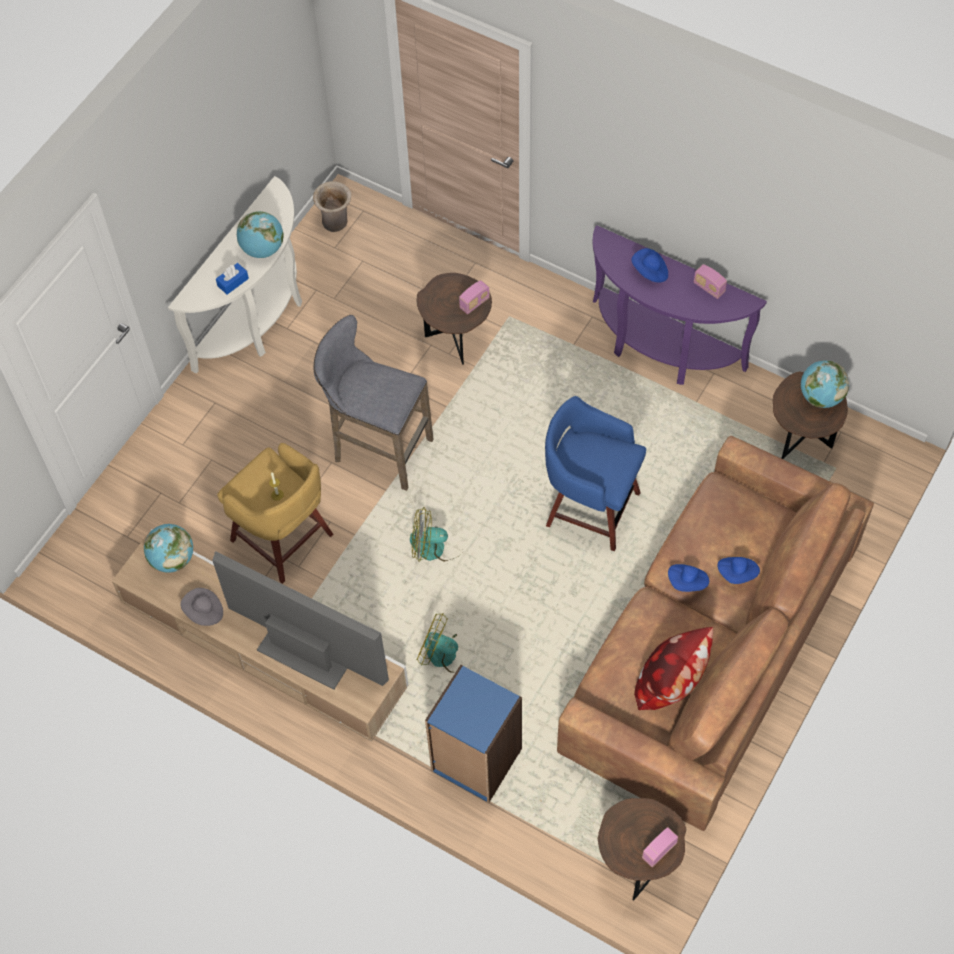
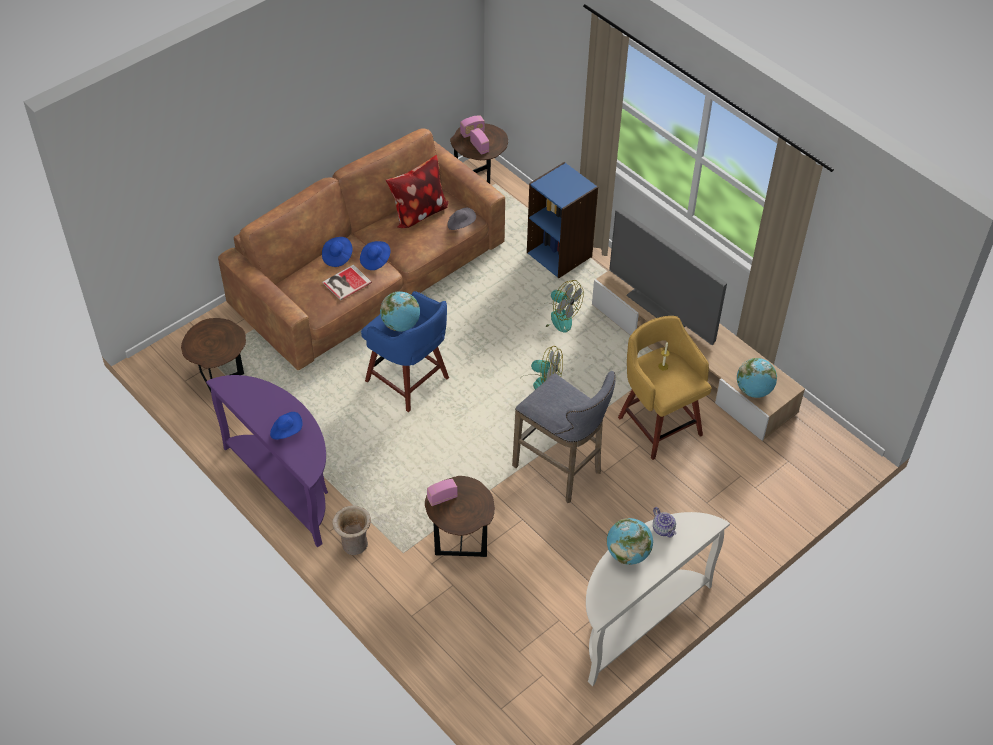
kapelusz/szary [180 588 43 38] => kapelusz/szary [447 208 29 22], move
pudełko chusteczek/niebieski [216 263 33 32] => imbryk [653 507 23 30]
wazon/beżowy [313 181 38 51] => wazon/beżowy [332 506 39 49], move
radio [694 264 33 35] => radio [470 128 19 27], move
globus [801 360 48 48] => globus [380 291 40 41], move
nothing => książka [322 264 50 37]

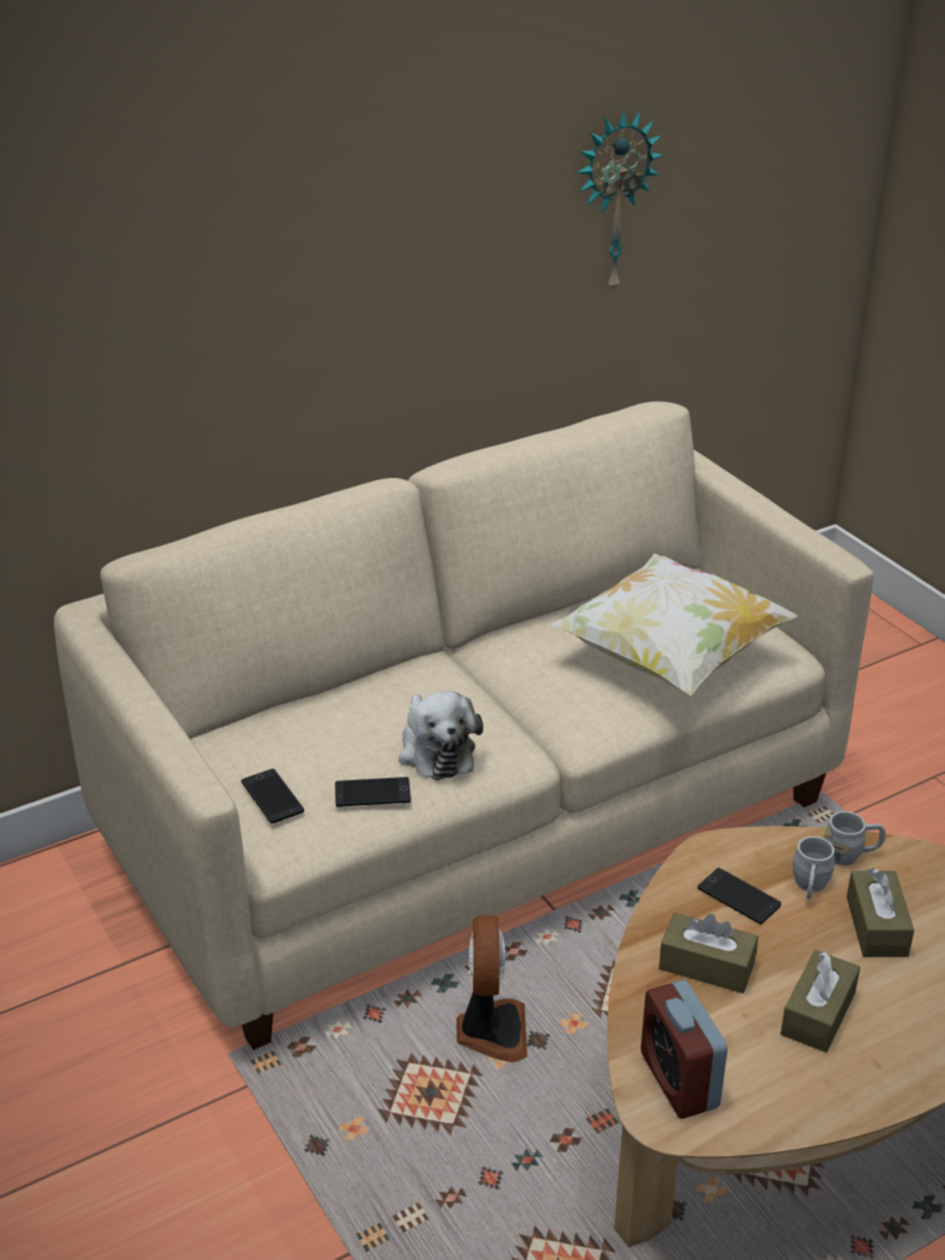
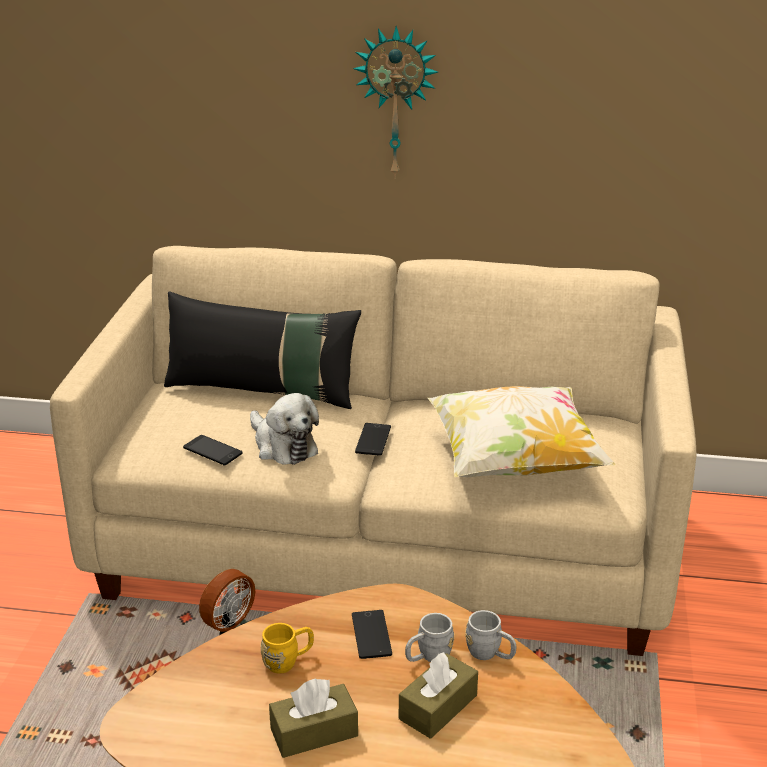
telefon [241 769 63 55] => telefon [355 423 36 33], move
pluszak [399 691 84 89] => pluszak [250 393 69 72], 60 degrees counterclockwise
zegar ścienny [576 109 87 185] => zegar ścienny [353 26 85 153], move
budzik [641 980 87 139] => nothing
pudełko chusteczek/brązowy [659 913 99 80] => kubek/żółty [261 623 53 51]
nothing => poduszka/czarny [164 292 197 117]

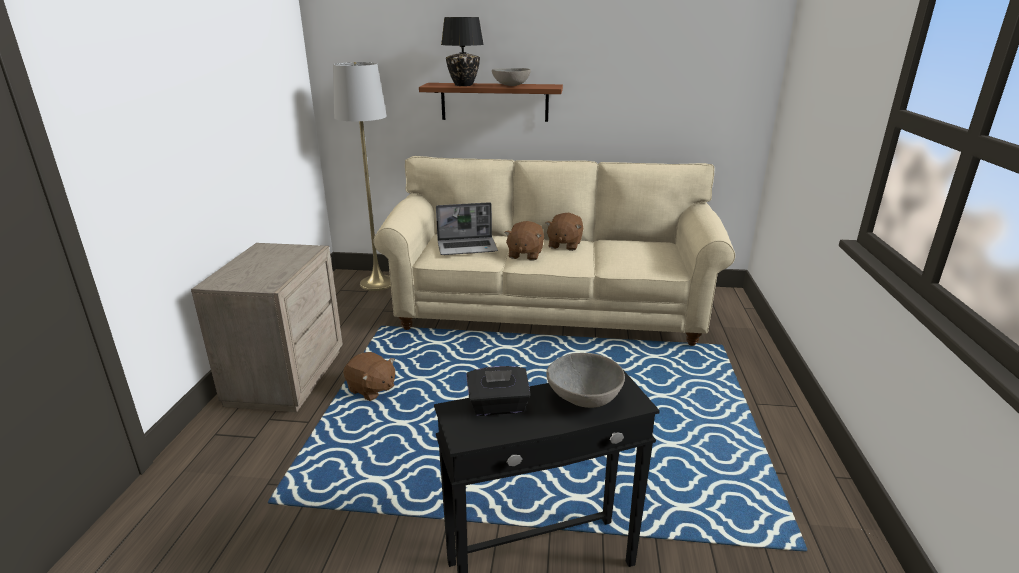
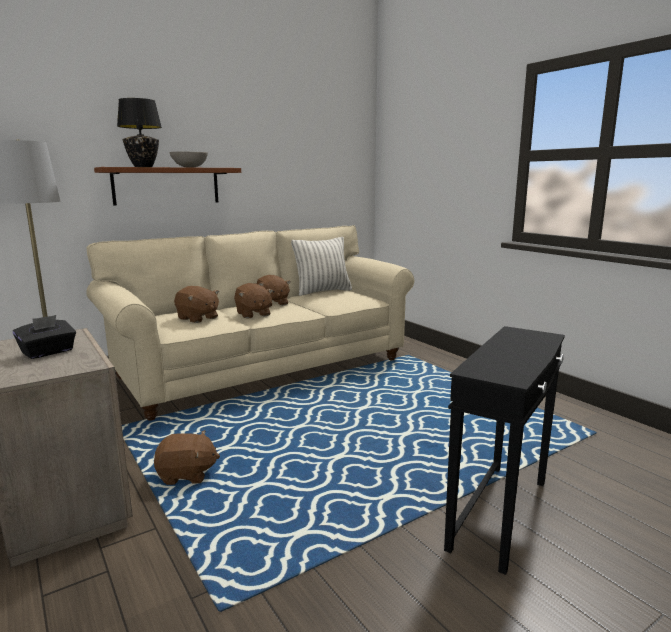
laptop [436 202 62 53] => pluszak/brązowy [174 286 45 37]
pudełko chusteczek/czarny [466 366 65 50] => pudełko chusteczek/czarny [13 315 63 44], move
miska/szary [546 353 79 55] => nothing
nothing => poduszka [291 237 61 59]

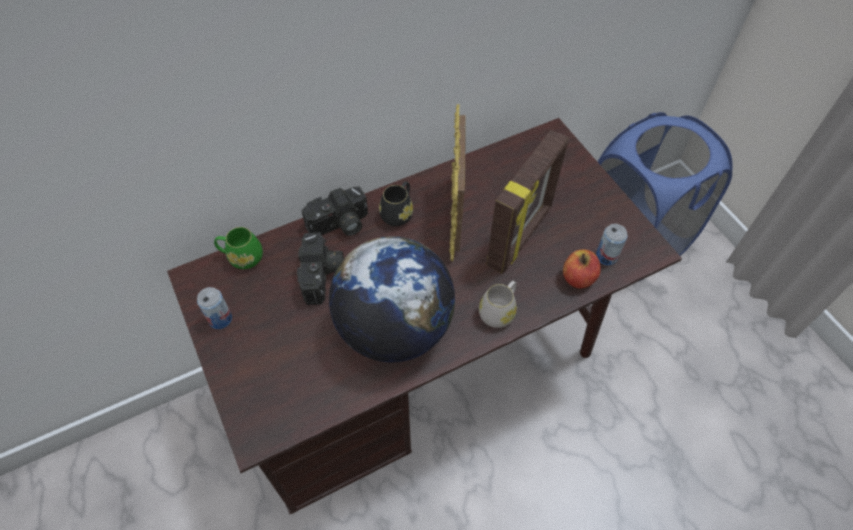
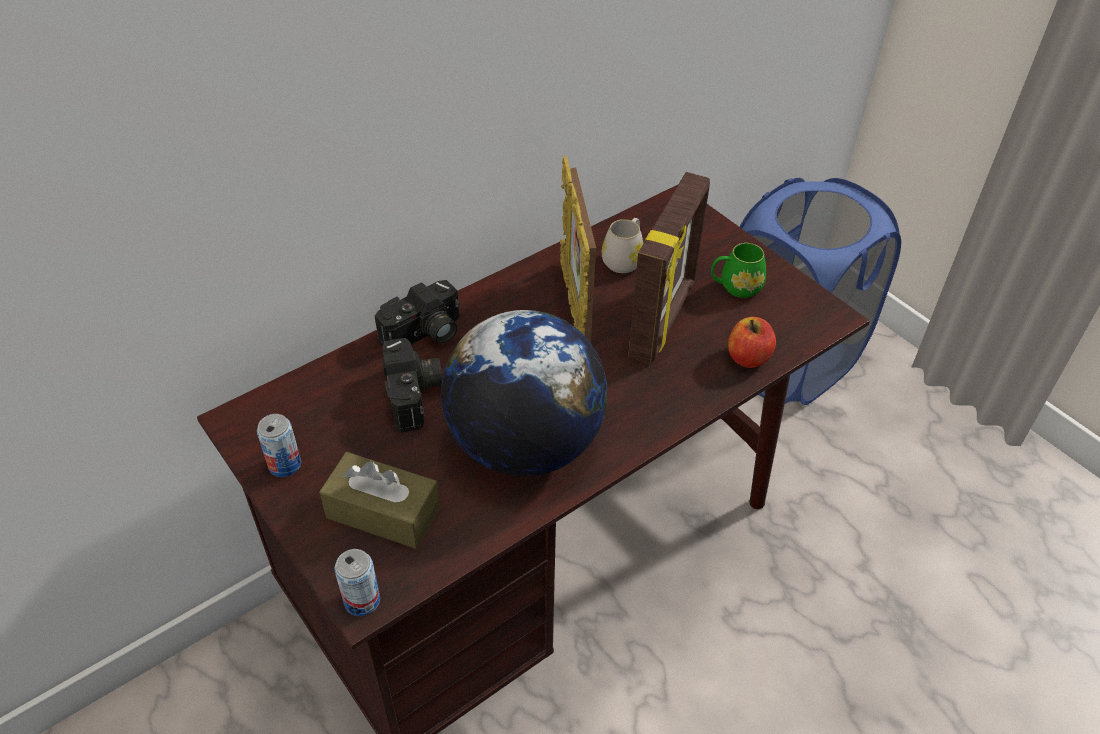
kubek/zielony [214 227 49 42] => kubek/zielony [711 243 55 55], move
kubek/czarny [379 181 34 45] => nothing
kubek/biały [479 281 38 47] => kubek/biały [602 218 42 55], move
puszka [596 224 32 41] => puszka [335 549 45 67], move
nothing => pudełko chusteczek/brązowy [319 452 121 97]

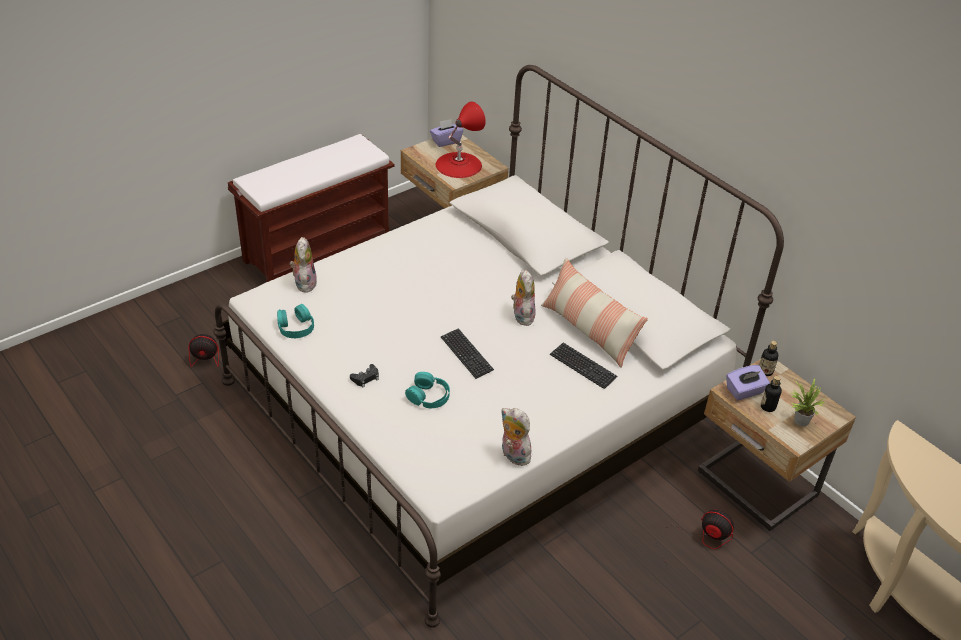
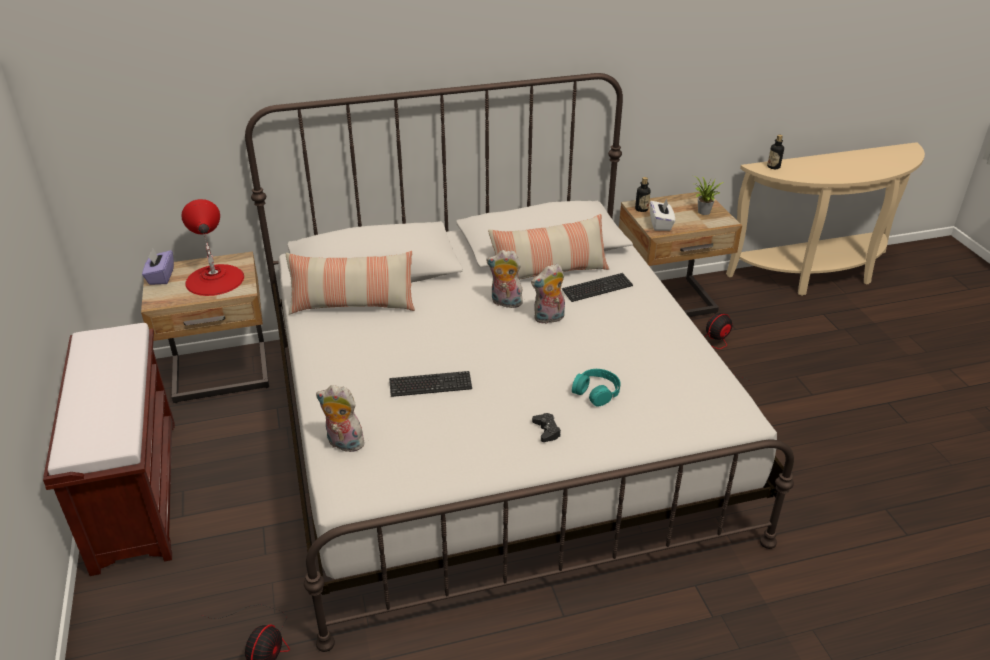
słuchawki/turkusowy [277 304 37 34] => nothing
klawiatura [441 328 53 51] => klawiatura [389 371 83 26], move
pluszak [501 408 34 58] => pluszak [531 263 34 61], move
pudełko chusteczek/fioletowy [726 365 44 35] => pudełko chusteczek/biały [650 198 25 33]
butelka [761 376 21 36] => butelka [767 135 17 34], move
nothing => poduszka [286 251 129 63]

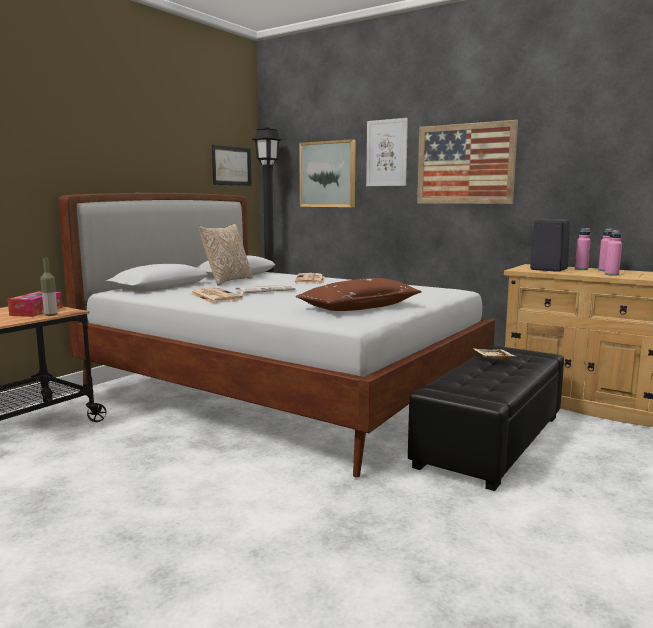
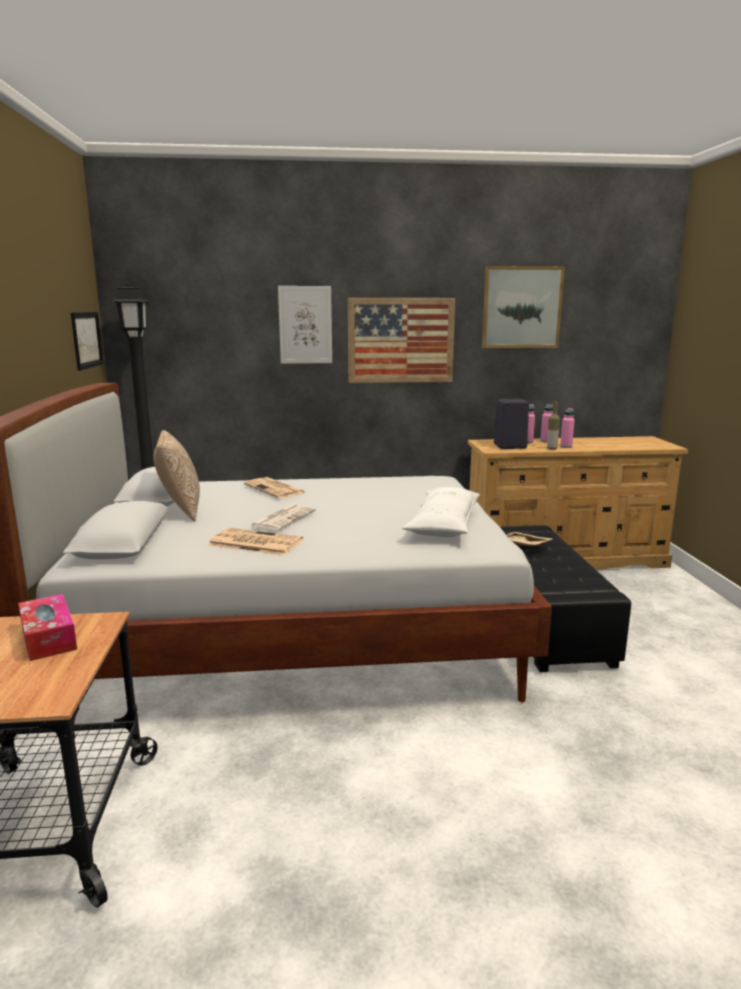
butelka [40 258 17 58] => butelka [547 401 13 49], move
poduszka/brązowy [296 278 126 33] => poduszka/biały [402 487 78 50]
obraz [299 139 57 68] => obraz [482 266 83 82], move

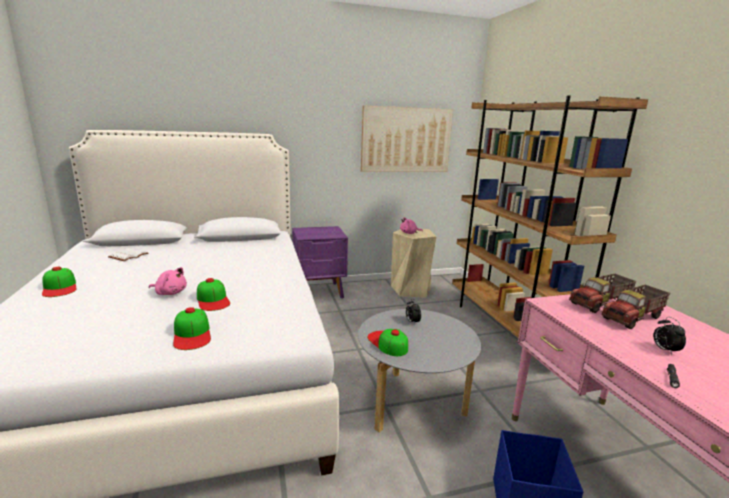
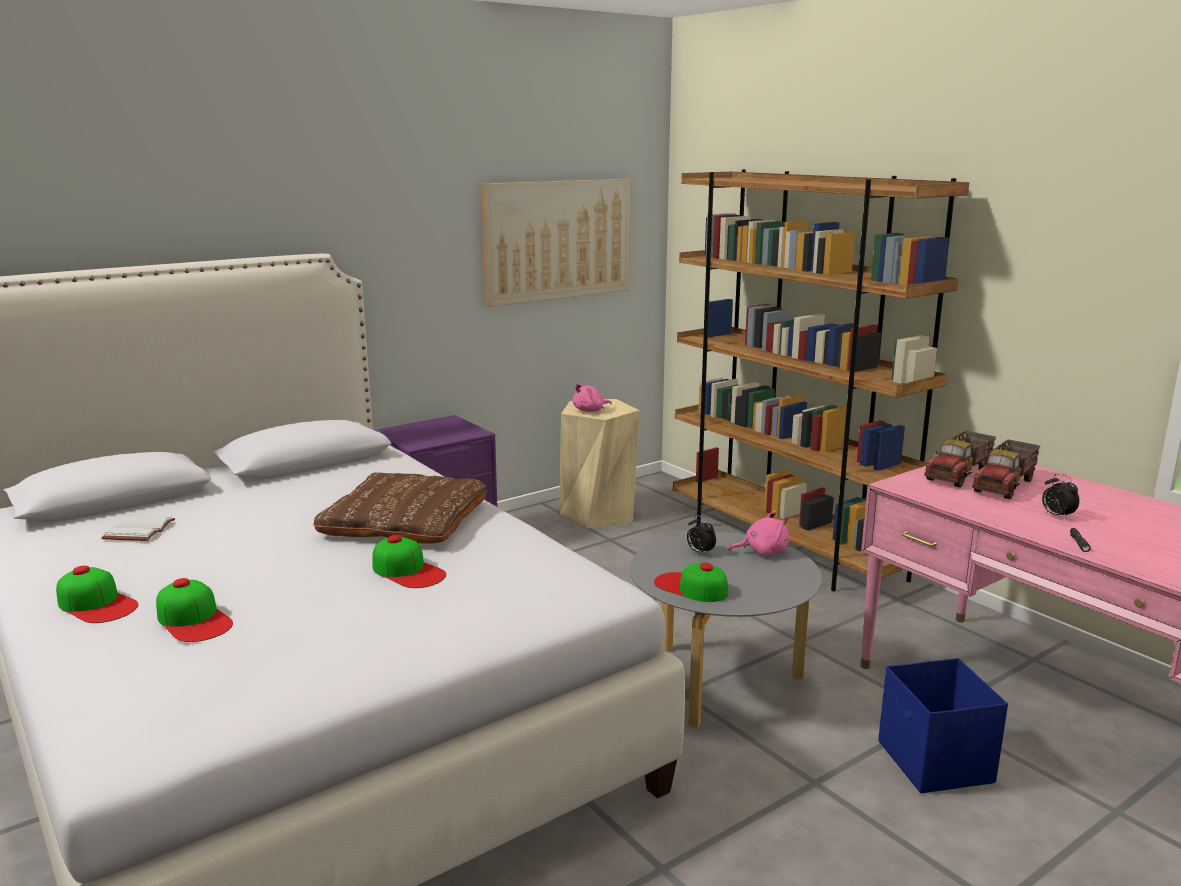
pluszak/różowy [149 267 38 28] => pluszak/różowy [729 511 60 44], move
czapka z daszkiem [173 307 38 43] => czapka z daszkiem [156 578 77 64], move
nothing => poduszka/brązowy [313 472 174 72]

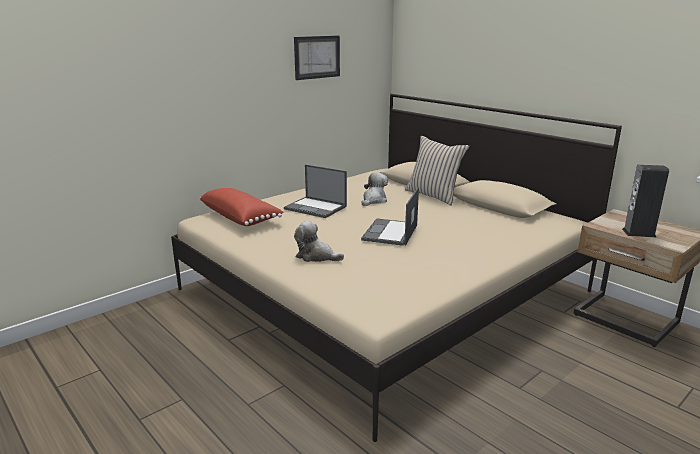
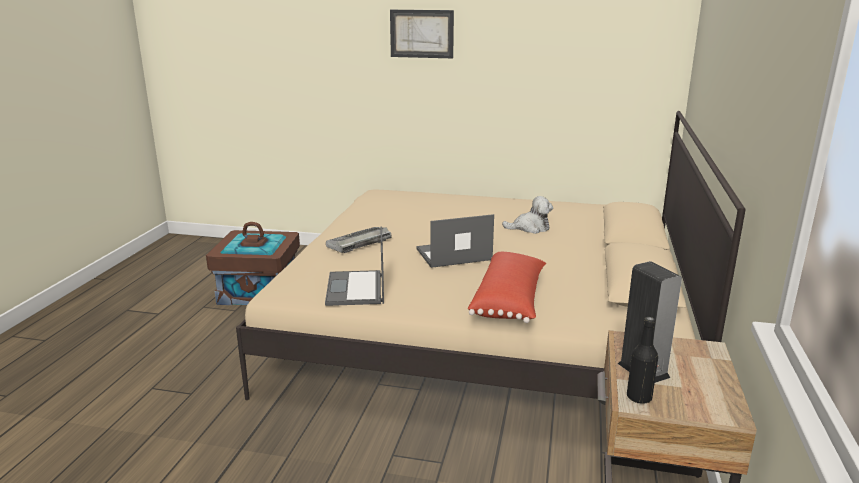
poduszka/czerwony [200 188 83 38] => poduszka/czerwony [468 252 78 71], move
laptop [284 165 63 53] => laptop [325 226 59 80], move
obraz [294 36 46 44] => obraz [390 10 64 48], move
pluszak [294 221 50 41] => klawiatura [326 227 66 26]
poduszka/beżowy [405 136 64 70] => nothing
nothing => pojemnik do przechowywania/brązowy [206 222 94 83]
nothing => butelka/czarny [627 317 31 87]

